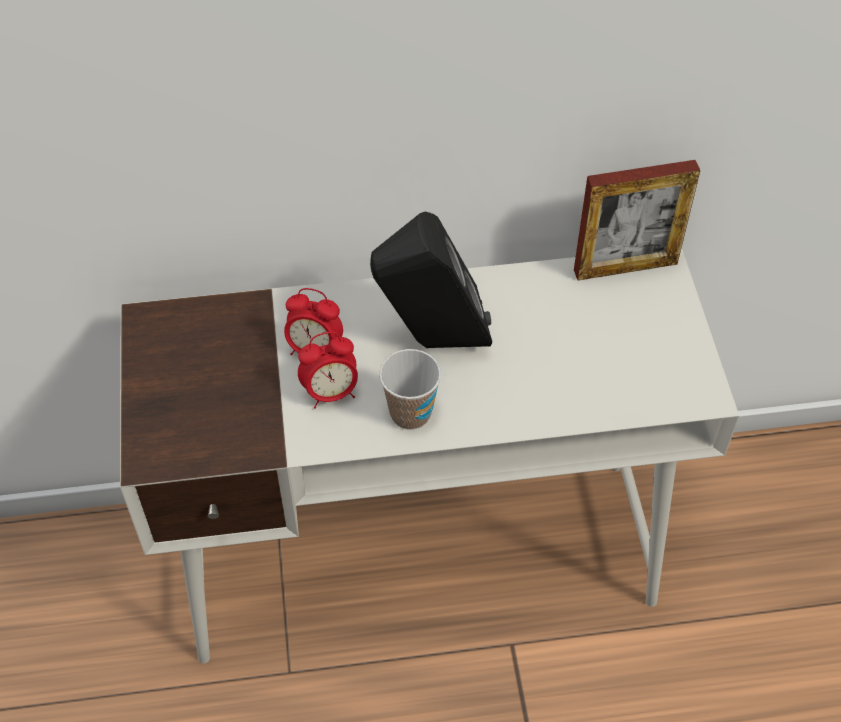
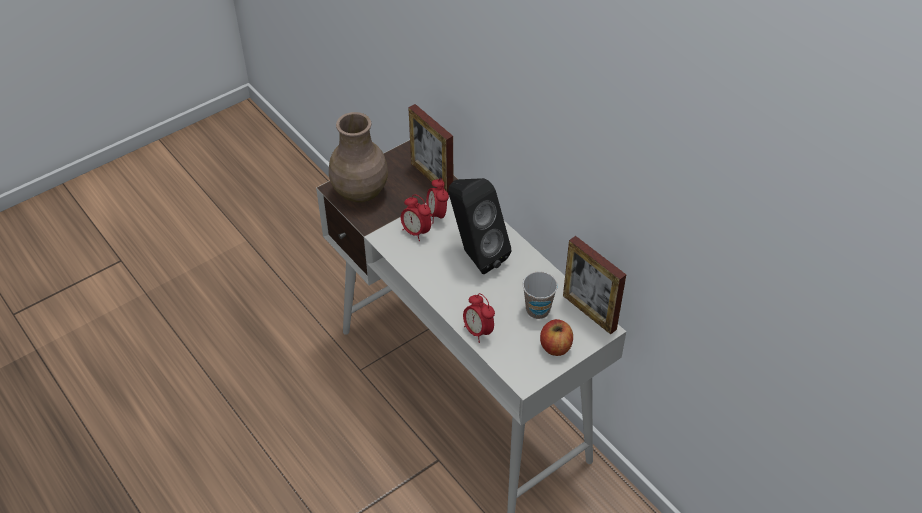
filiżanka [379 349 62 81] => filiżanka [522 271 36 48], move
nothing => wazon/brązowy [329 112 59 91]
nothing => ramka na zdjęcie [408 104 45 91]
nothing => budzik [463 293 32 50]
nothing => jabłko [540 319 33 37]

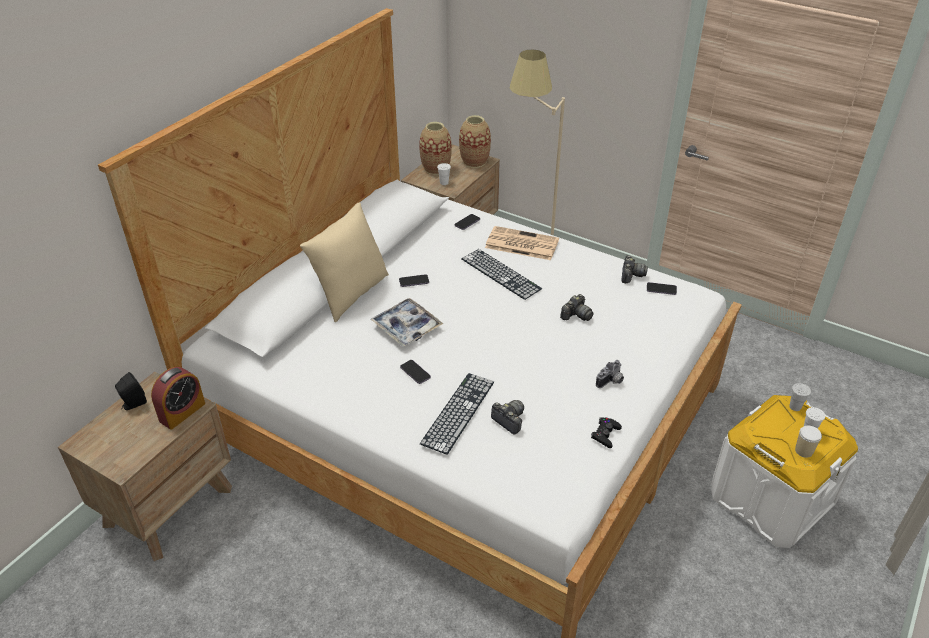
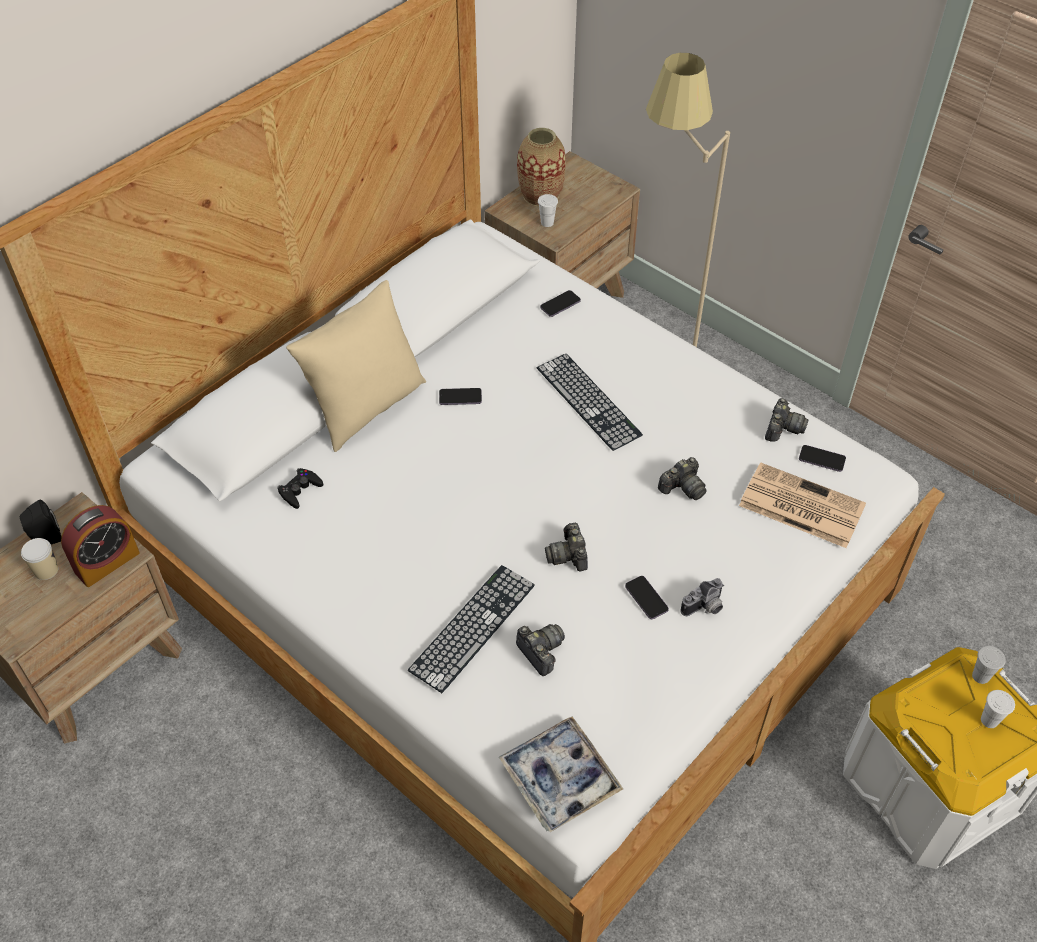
taca [370 298 73 48] => taca [499 717 124 115], move
telefon [400 360 31 24] => telefon [625 576 44 43], move
wazon [459 115 32 53] => nothing
gazeta [485 226 74 34] => gazeta [739 463 127 85], move
pad do gier/czarny [591 417 31 31] => pad do gier/czarny [277 468 46 41], move
filiżanka [795 426 27 32] => filiżanka [21 538 37 42], move
nothing => aparat fotograficzny [545 523 43 48]

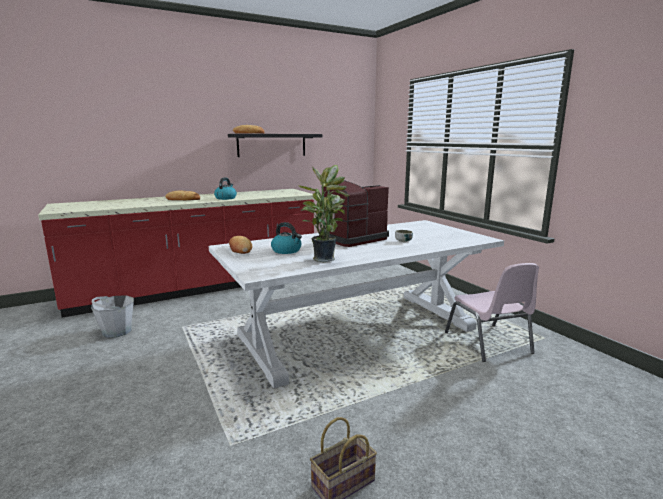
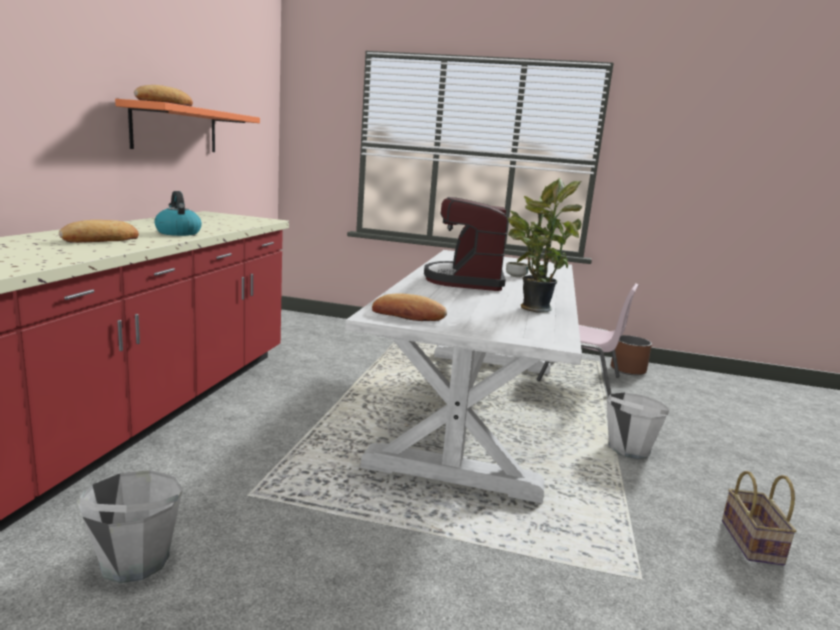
półka/czarny [228 134 94 23] => półka/pomarańczowy [115 99 145 53]
czajnik [271 222 31 32] => nothing
nothing => wiadro/biały [607 393 63 66]
nothing => donica/brązowy [611 335 41 41]

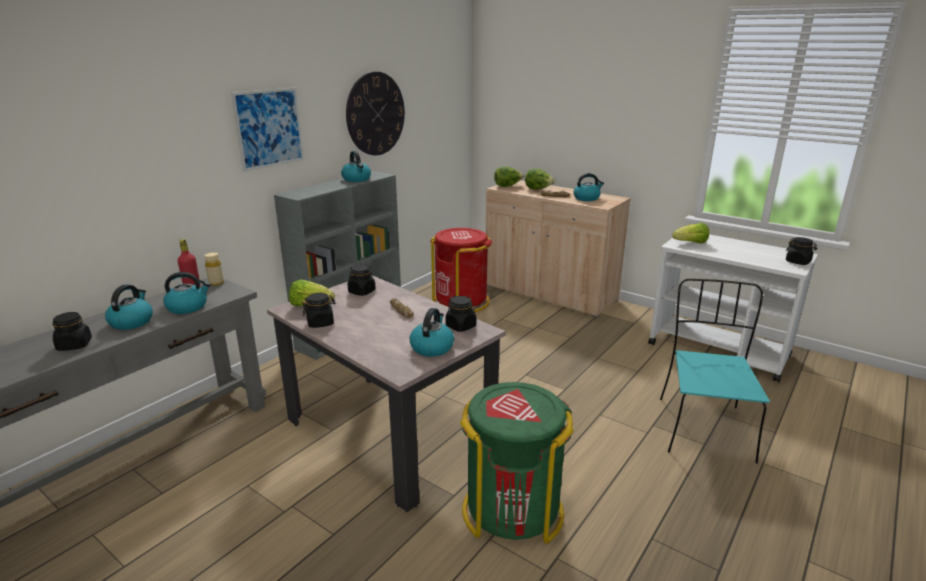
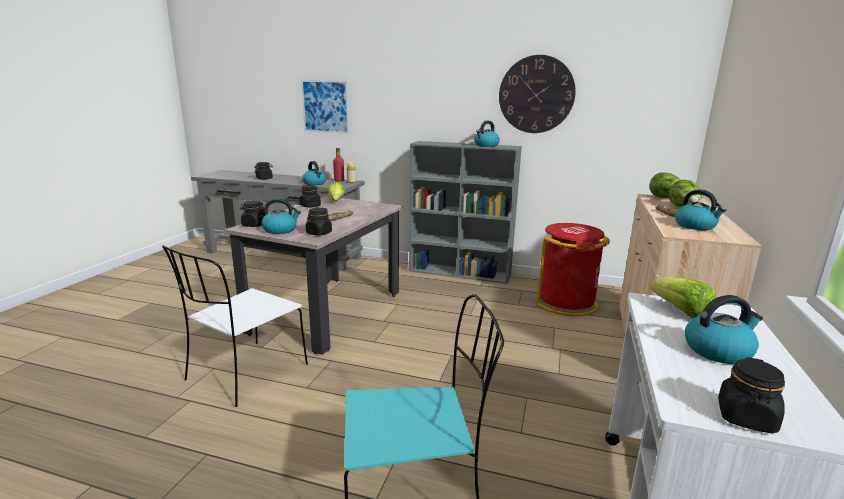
czajnik [105 284 48 46] => czajnik [685 295 78 69], move
obraz [231 87 73 85] => obraz [301 80 48 54], move
słoik/czarny [348 264 28 32] => słoik/czarny [240 201 25 26], move
kosz na śmieci/zielony [460 382 114 162] => krzesło/biały [162 245 146 162]

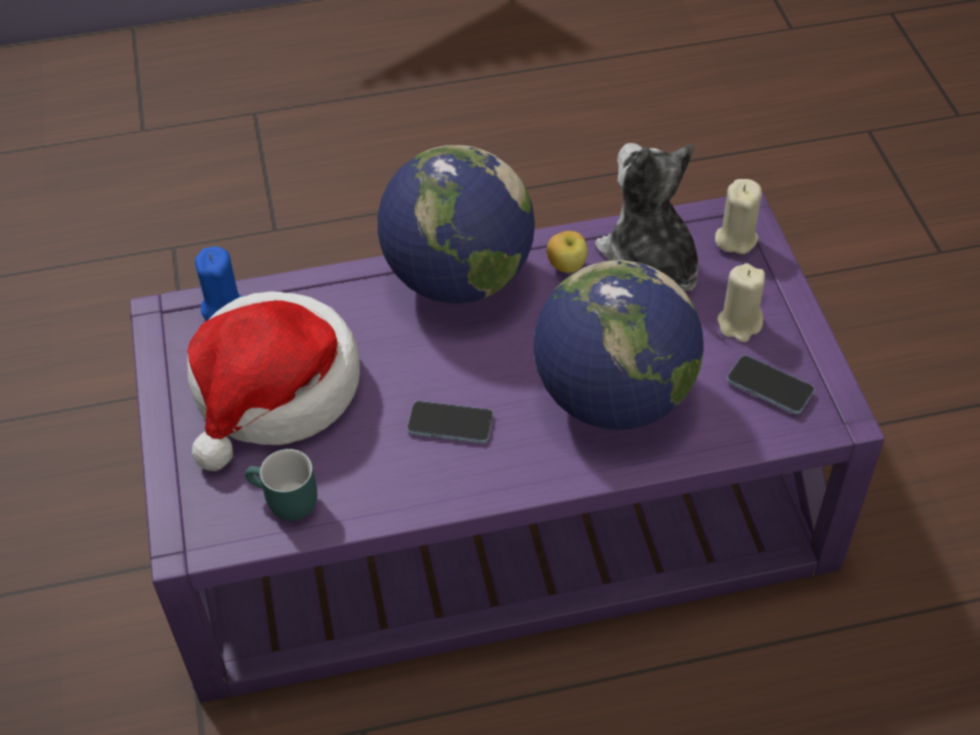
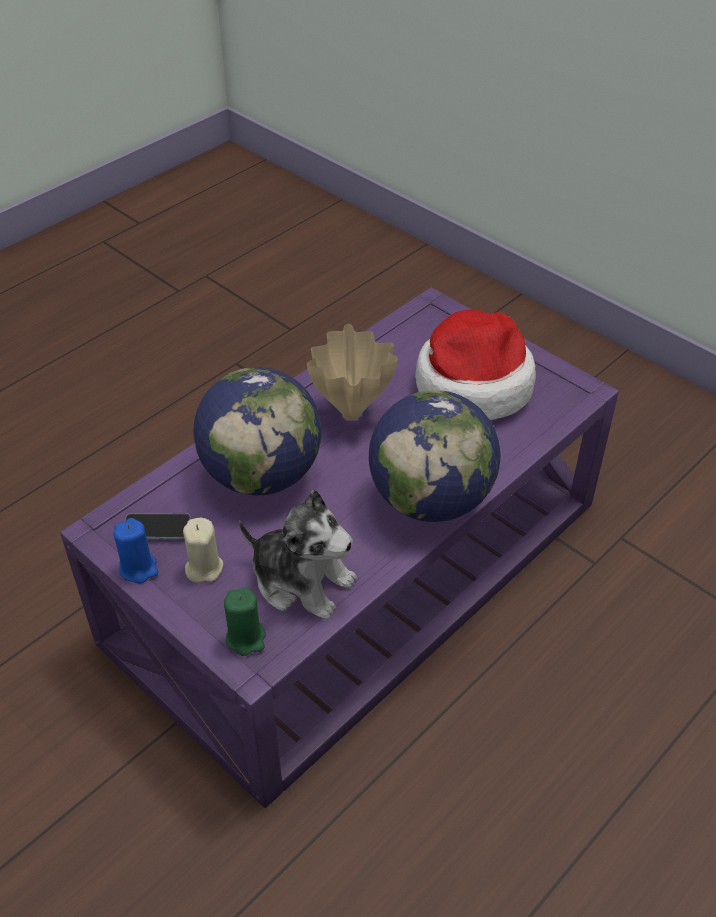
świeca/niebieski [195 246 47 74] => świeca/niebieski [113 518 46 66], move
kubek/turkusowy [245 449 72 72] => nothing
telefon [407 401 87 42] => wazon/beżowy [307 324 91 96]
jabłko [547 231 41 42] => nothing
świeca/beżowy [715 179 47 75] => świeca/zielony [224 587 42 69]

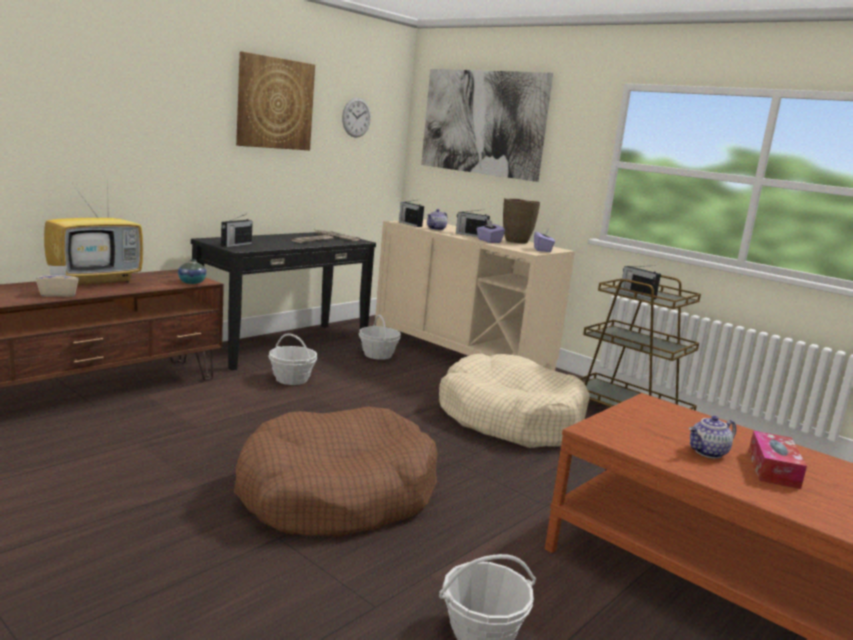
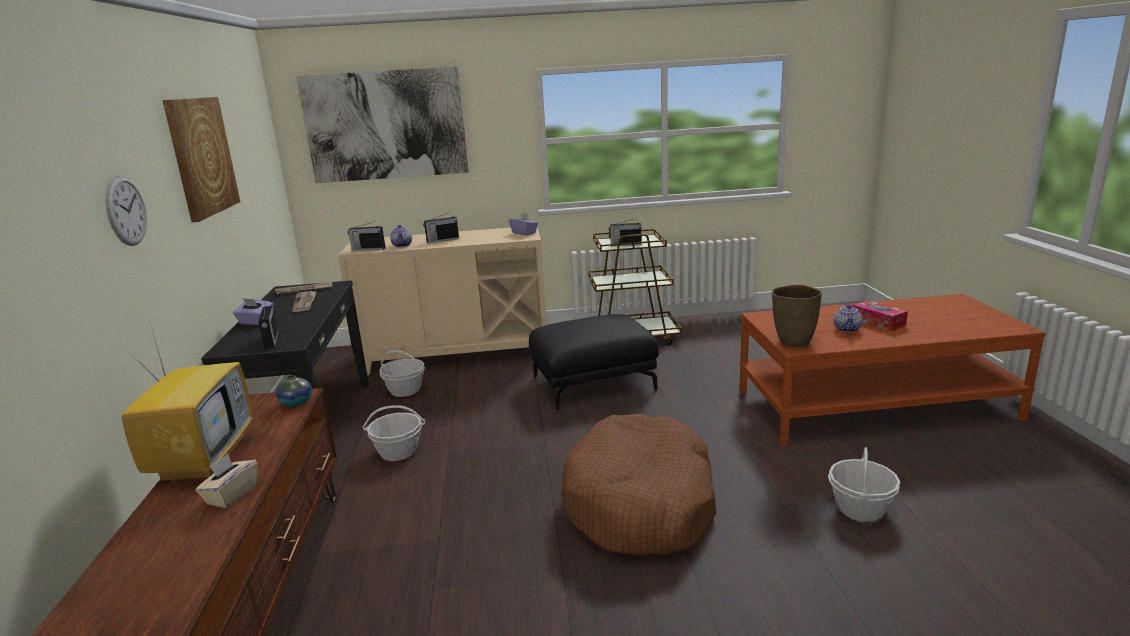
zegar ścienny [342 98 29 40] => zegar ścienny [105 176 42 70], move
legowisko/beżowy [439 353 151 95] => pufa/czarny [529 314 130 96]
pudełko chusteczek/fioletowy [476 219 29 24] => pudełko chusteczek/fioletowy [233 298 41 27], move
wazon/brązowy [503 198 37 46] => wazon/brązowy [772 285 50 62], move

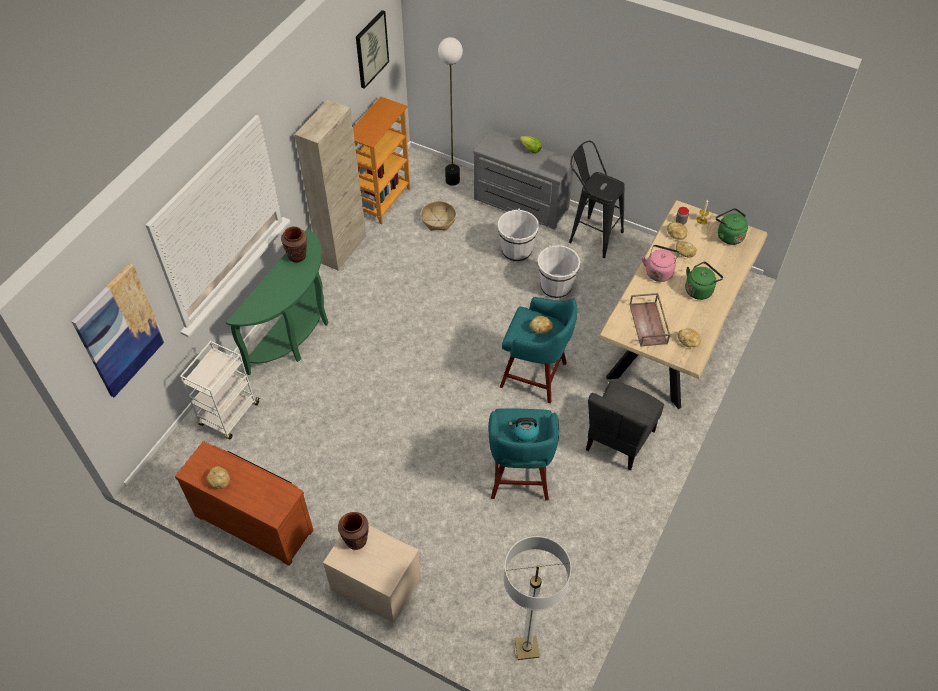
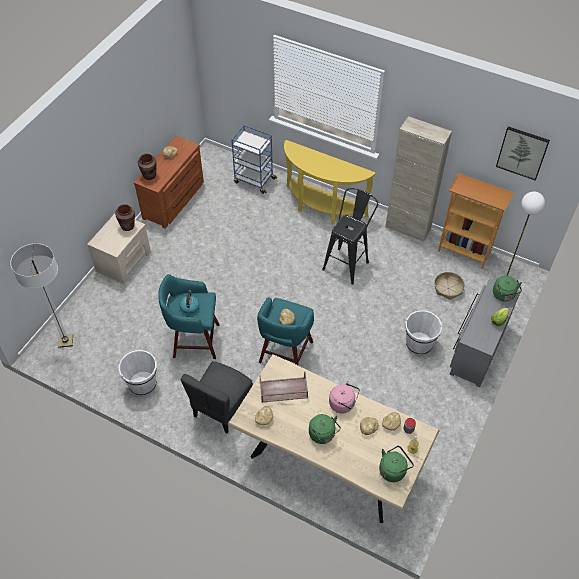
obraz [72 263 93 134] => nothing
wózek/biały [180 341 80 98] => wózek/niebieski [231 125 46 69]
stolik konsolowy/zielony [226 229 102 146] => stolik konsolowy/żółty [284 140 92 85]
wazon/brązowy [281 227 26 35] => wazon/brązowy [138 154 19 26], move
wiadro/biały [538 245 42 54] => wiadro/biały [119 350 38 46], move
stołek/czarny [569 141 55 117] => stołek/czarny [322 188 56 97], move
krzesło/szary [586 381 78 90] => krzesło/szary [181 361 72 73], 90 degrees counterclockwise
nothing => czajnik/zielony [493 275 29 27]

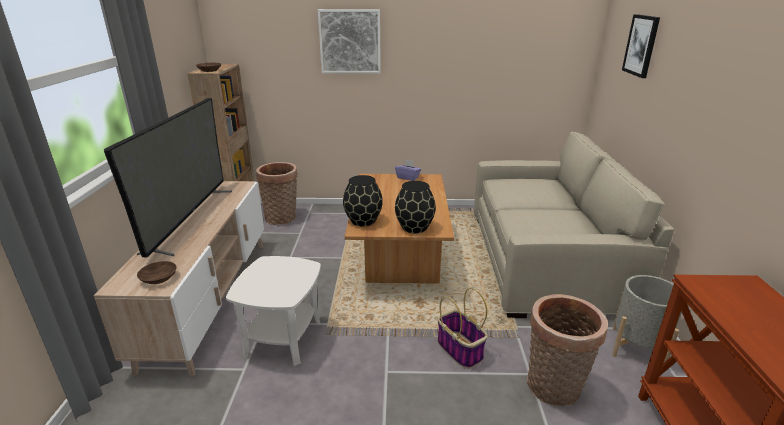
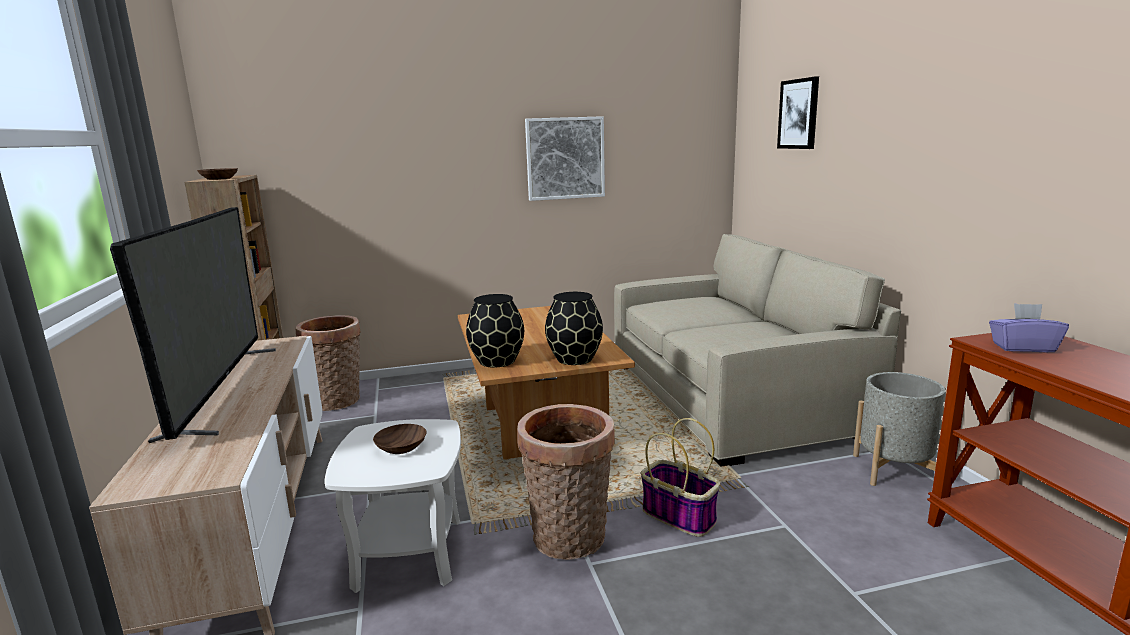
miska/brązowy [137 261 39 23] => miska/brązowy [373 424 53 30], move
obraz [318 9 63 65] => obraz [525 116 80 85], move
pudełko chusteczek/fioletowy [395 160 26 21] => pudełko chusteczek/fioletowy [989 304 80 48], move
koszyk [527 294 81 112] => koszyk [517 404 98 156], move

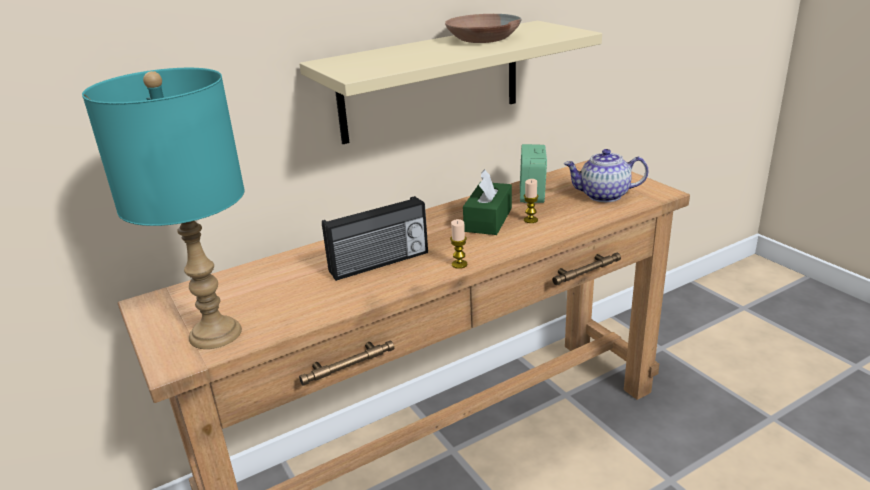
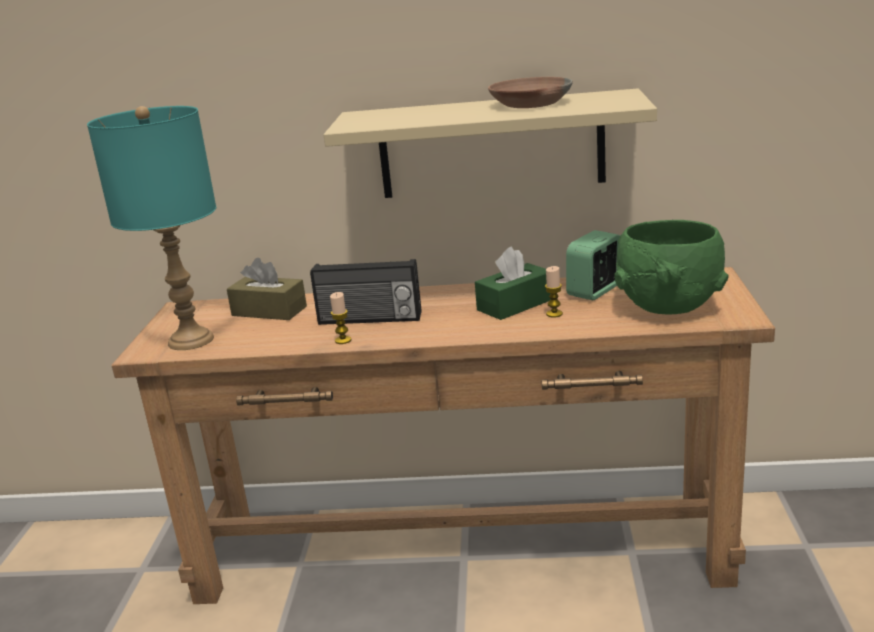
świeca [450 219 17 50] => świeca [330 292 21 52], move
imbryk [564 149 84 53] => miska/zielony [615 220 114 94]
nothing => pudełko chusteczek/brązowy [227 258 80 62]

